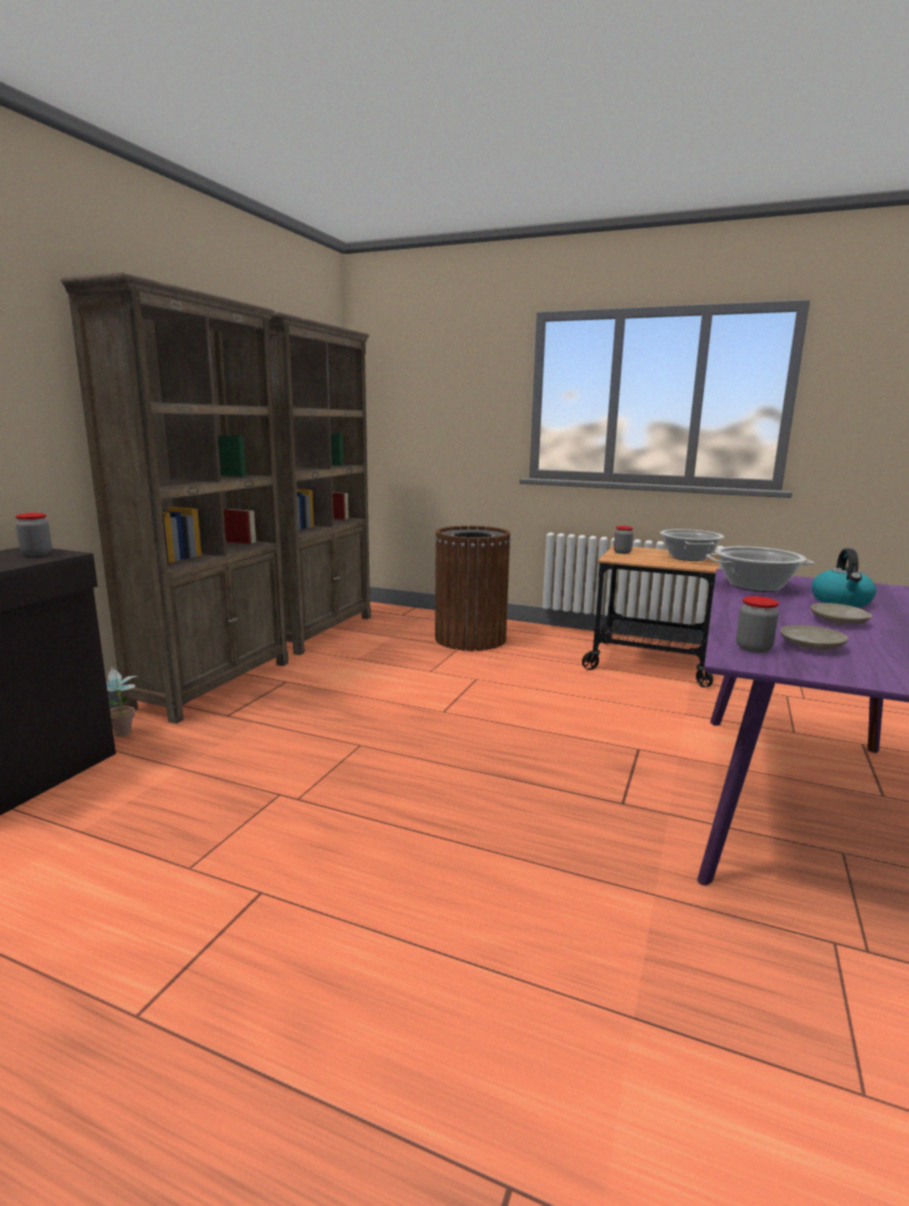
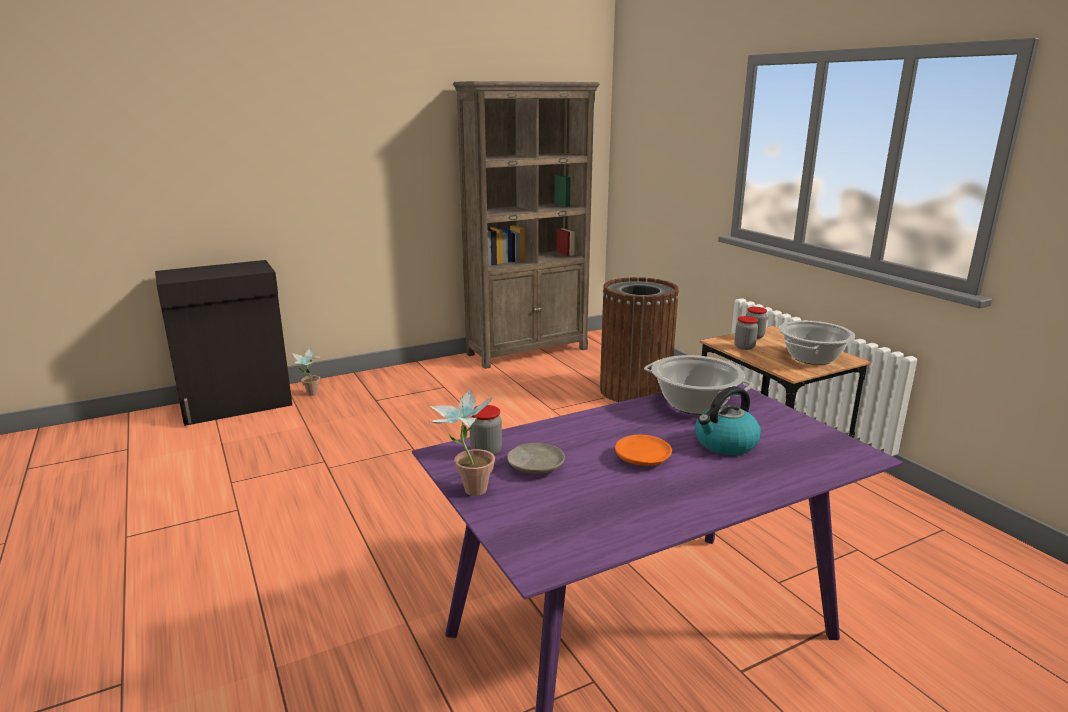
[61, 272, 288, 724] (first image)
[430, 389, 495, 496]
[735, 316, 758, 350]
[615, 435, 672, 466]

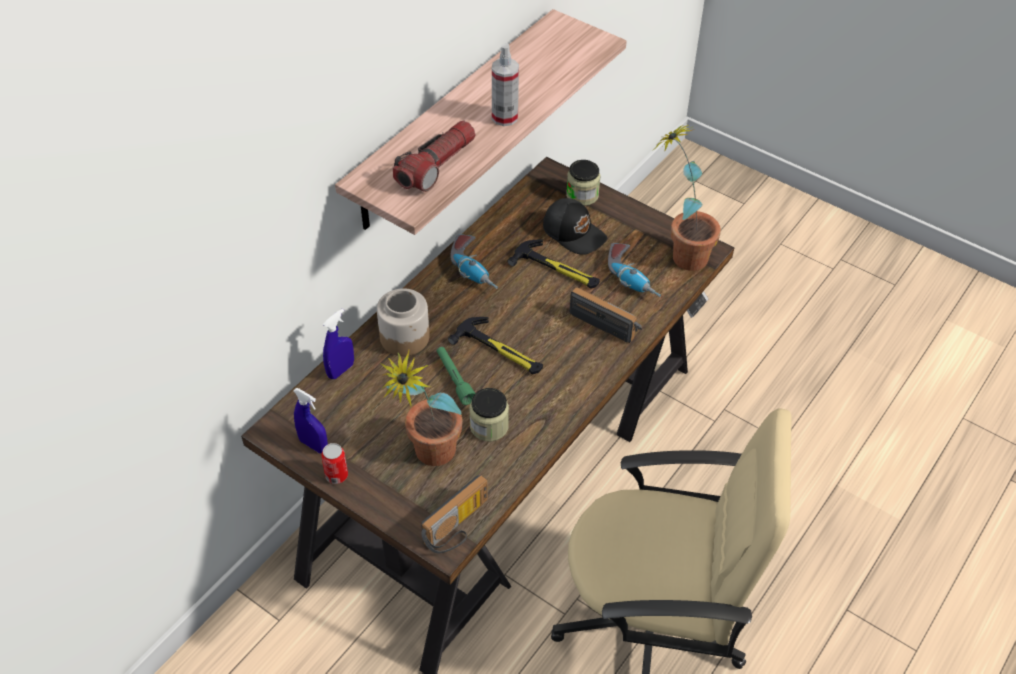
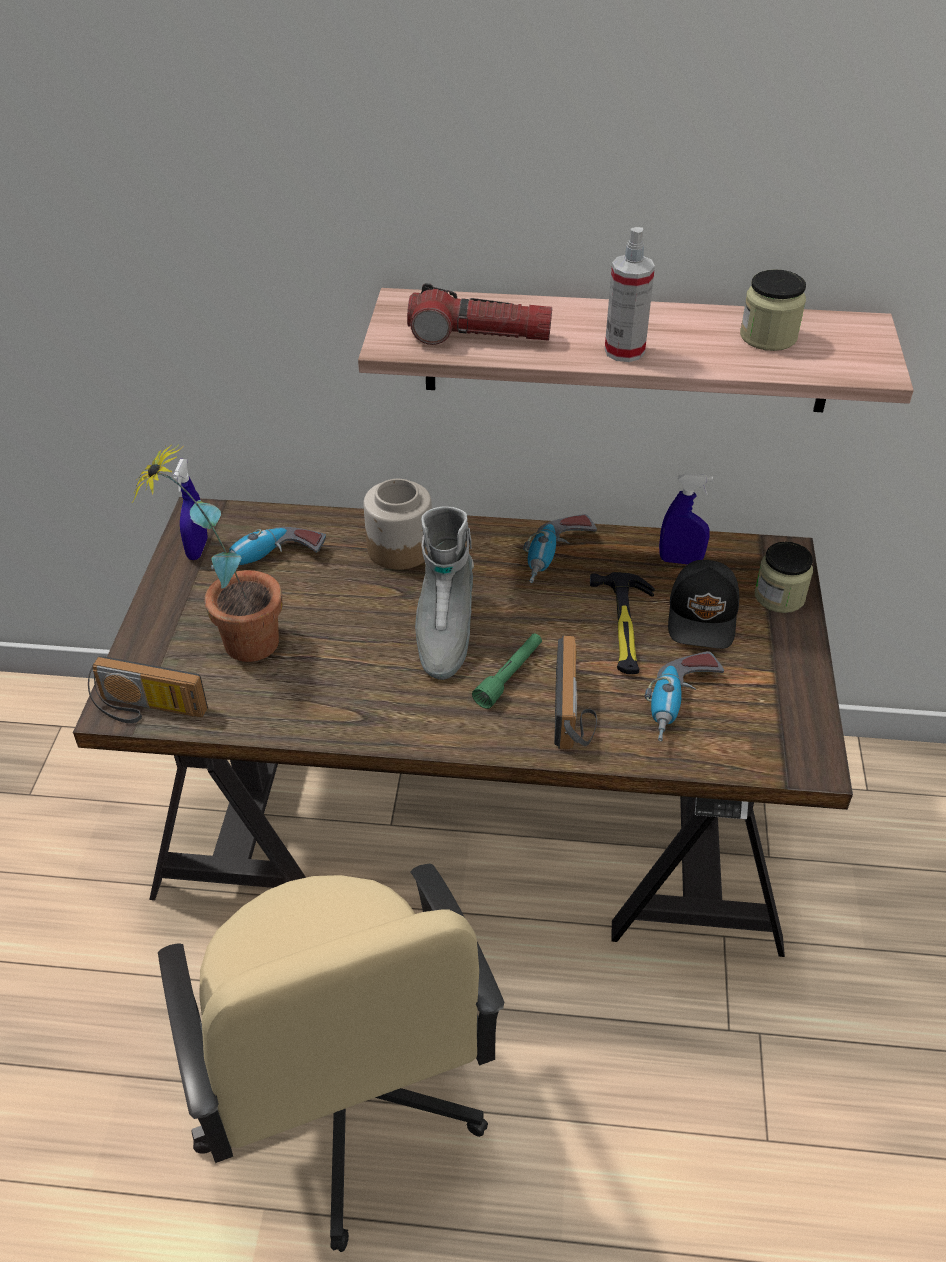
[321, 443, 348, 484] (first image)
[652, 123, 721, 271] (first image)
[211, 527, 326, 569]
[659, 473, 713, 564]
[472, 633, 542, 709]
[740, 269, 806, 351]
[415, 506, 474, 680]

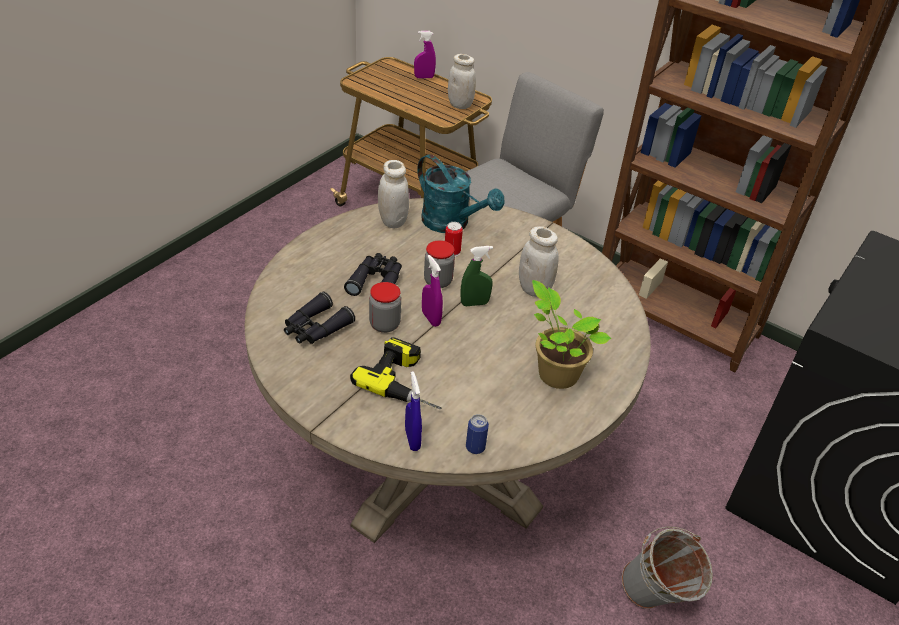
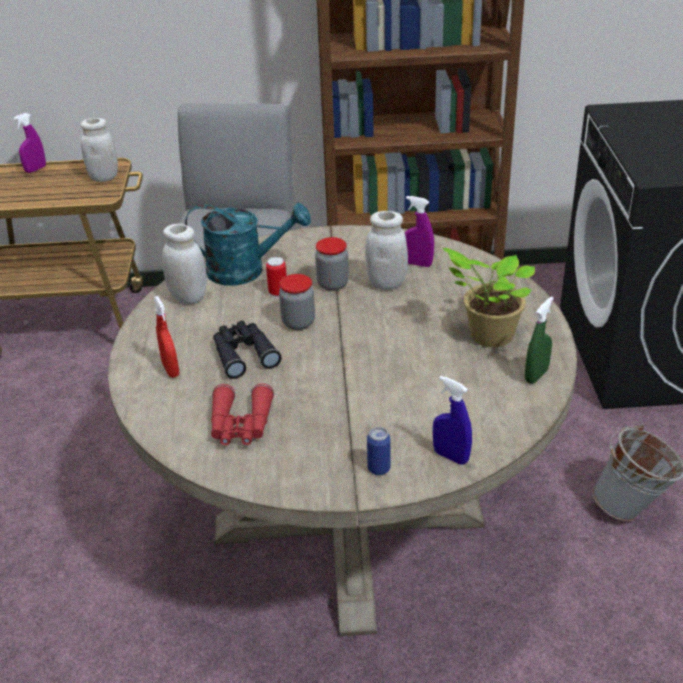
[350, 337, 442, 409] (first image)
[154, 296, 179, 378]
[315, 237, 349, 291]
[404, 196, 434, 267]
[525, 296, 554, 384]
[367, 427, 391, 475]
[211, 383, 274, 445]

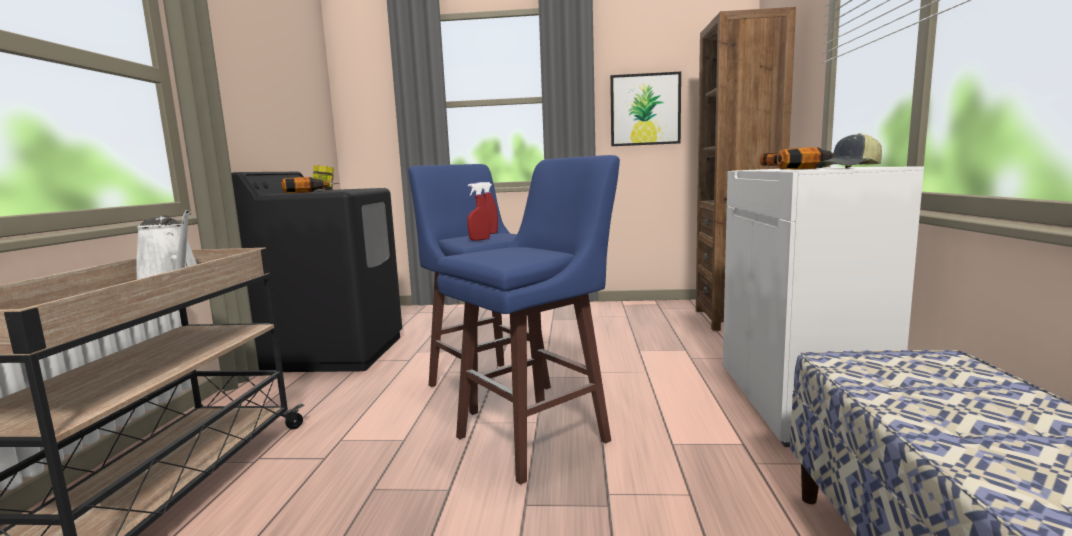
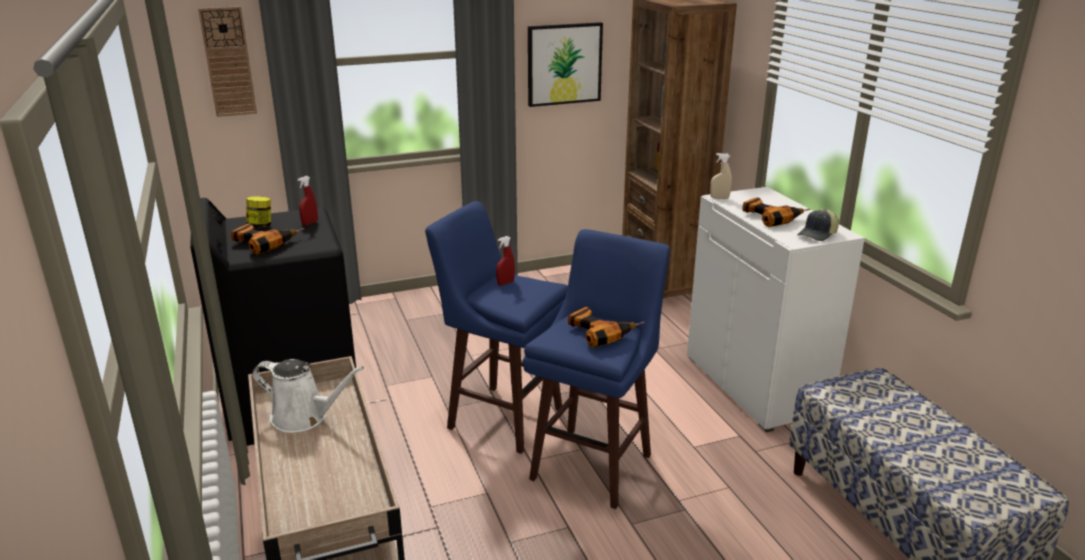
[198, 6, 257, 117]
[568, 307, 645, 348]
[710, 153, 732, 199]
[297, 176, 318, 226]

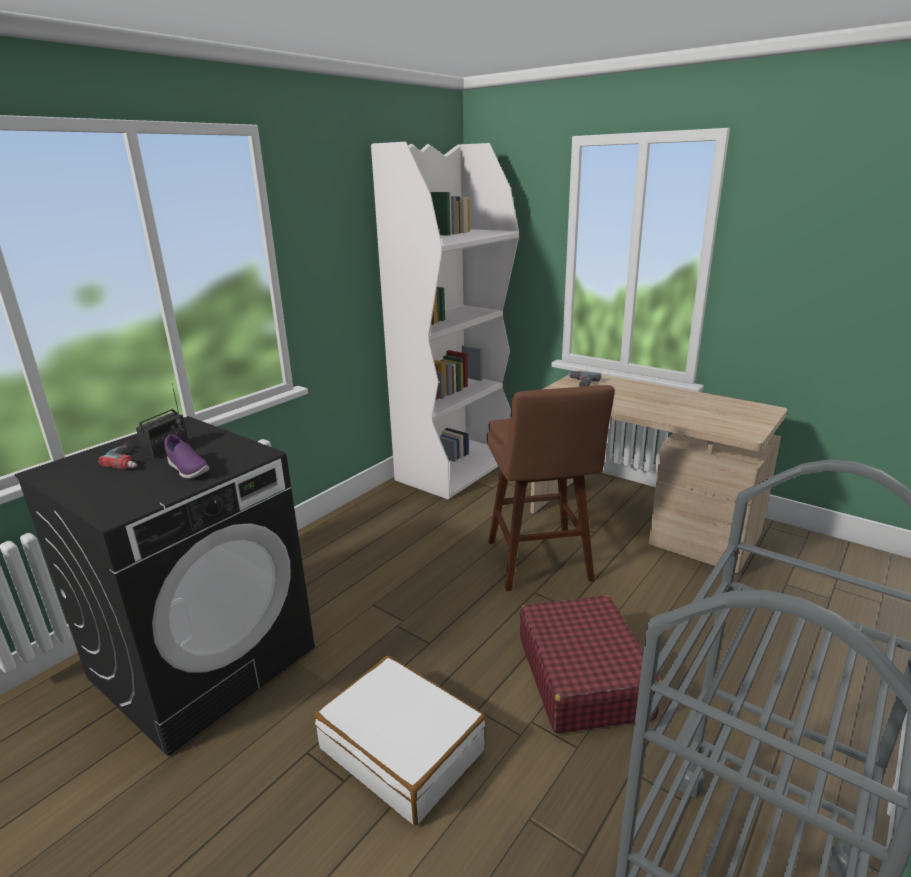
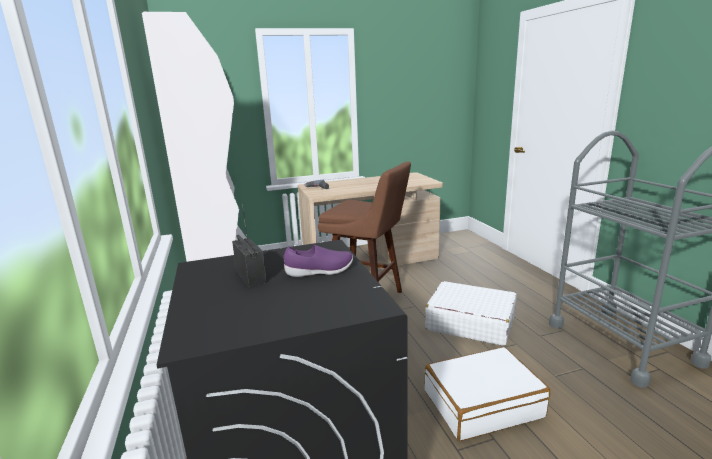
[99, 441, 137, 469] (first image)
[425, 281, 516, 346]

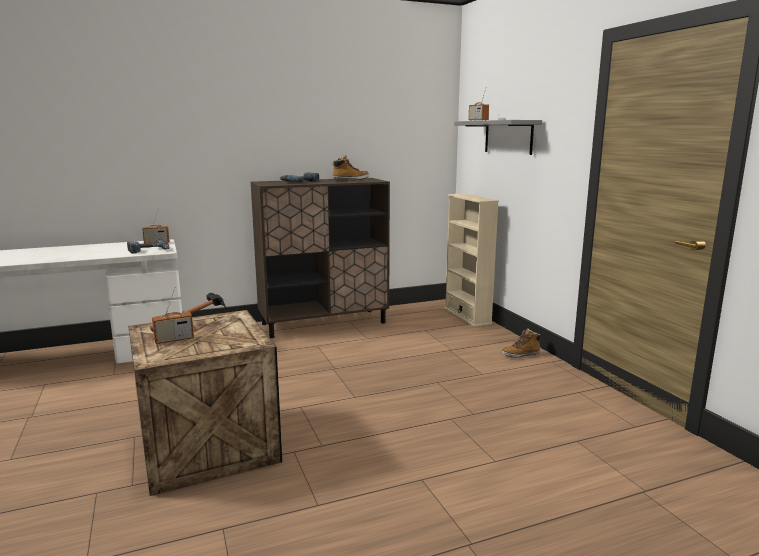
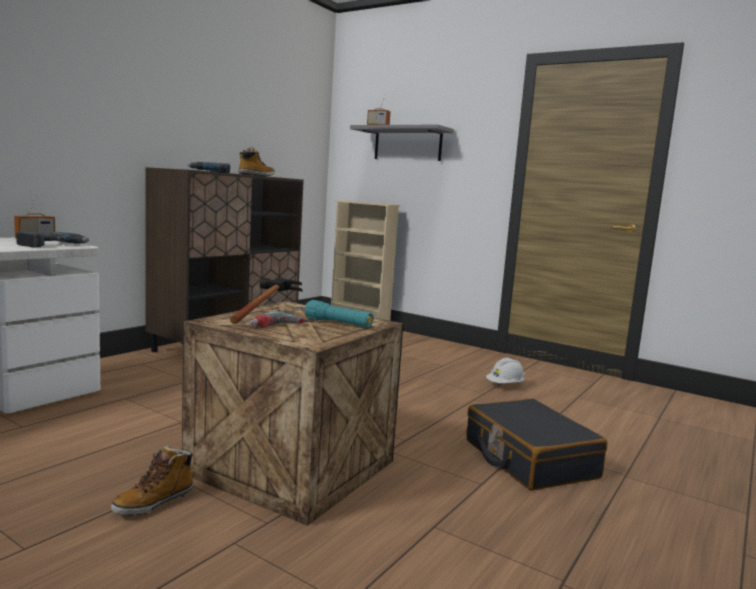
[305, 300, 373, 327]
[466, 399, 607, 491]
[486, 357, 525, 383]
[111, 445, 194, 515]
[249, 311, 321, 327]

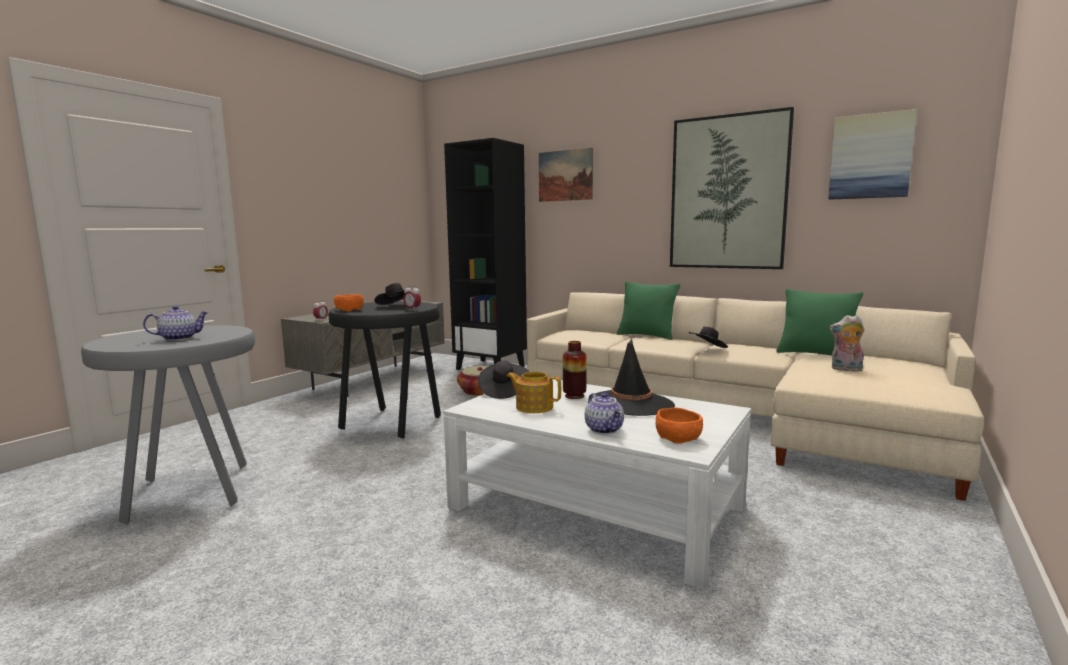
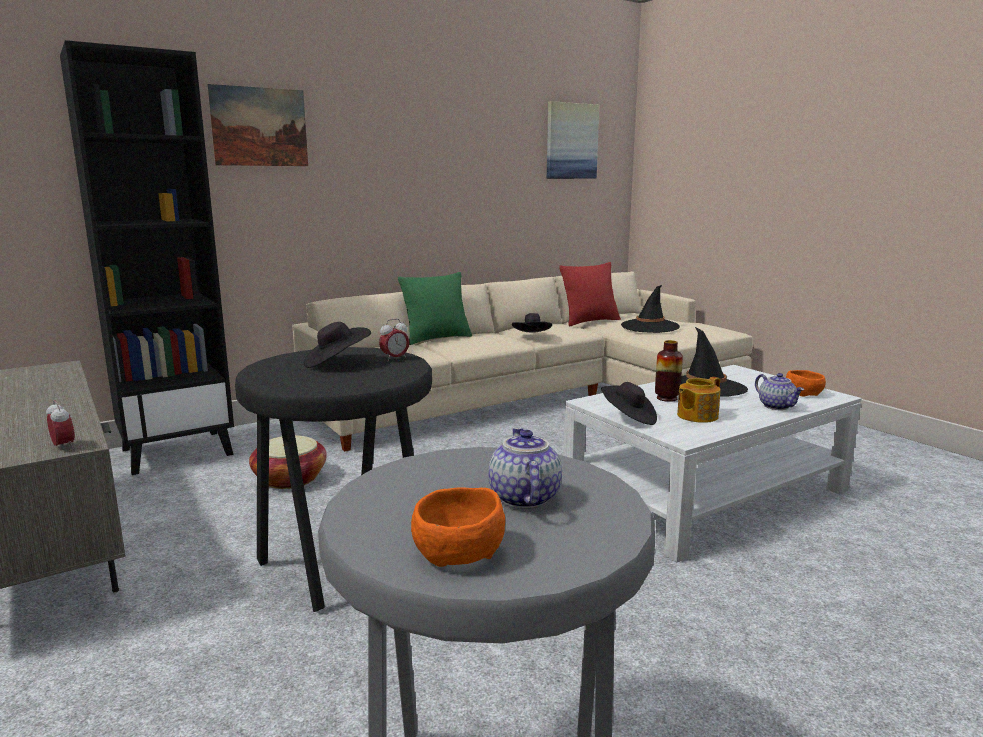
[670, 107, 794, 269] (first image)
[411, 487, 505, 567]
[621, 285, 680, 333]
[559, 262, 621, 326]
[755, 373, 804, 410]

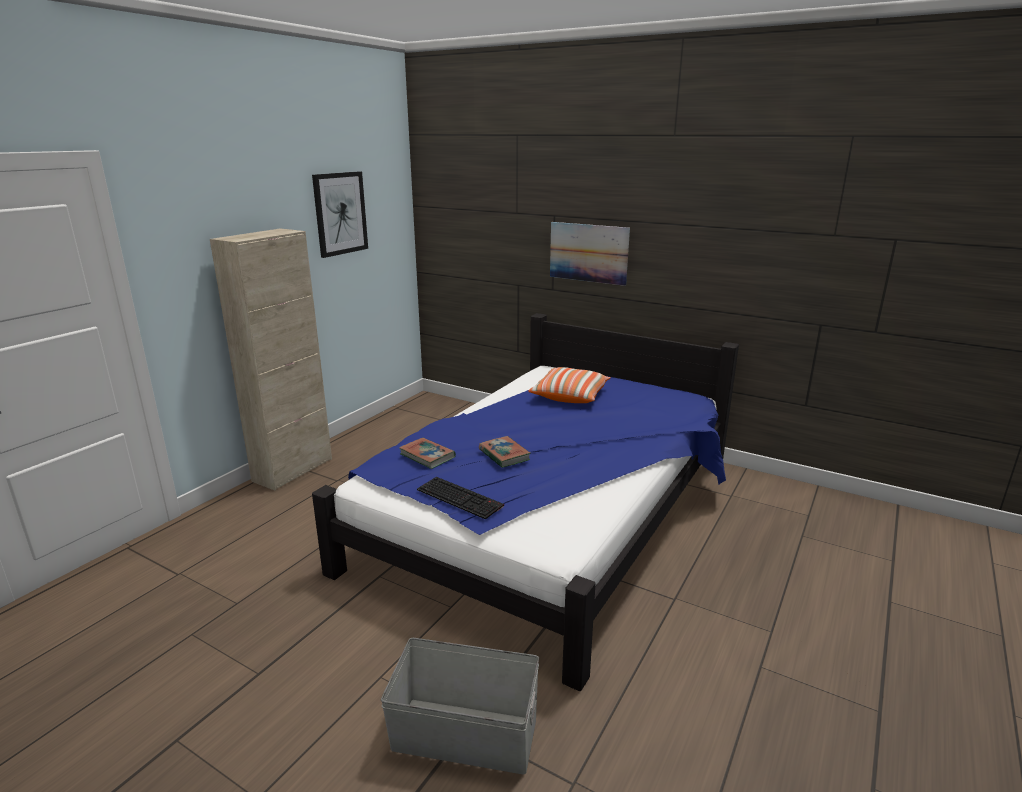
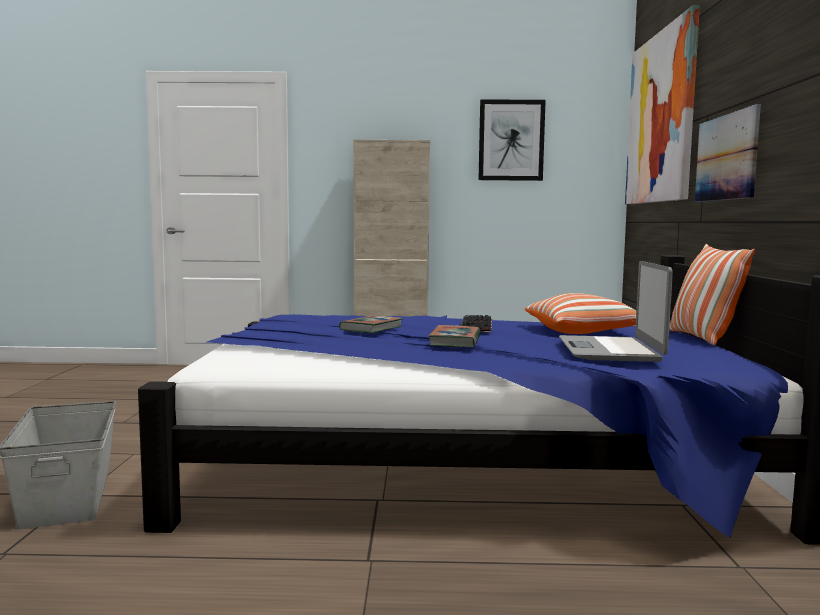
[559, 261, 673, 362]
[625, 6, 700, 204]
[669, 244, 755, 345]
[428, 325, 481, 347]
[461, 315, 492, 332]

